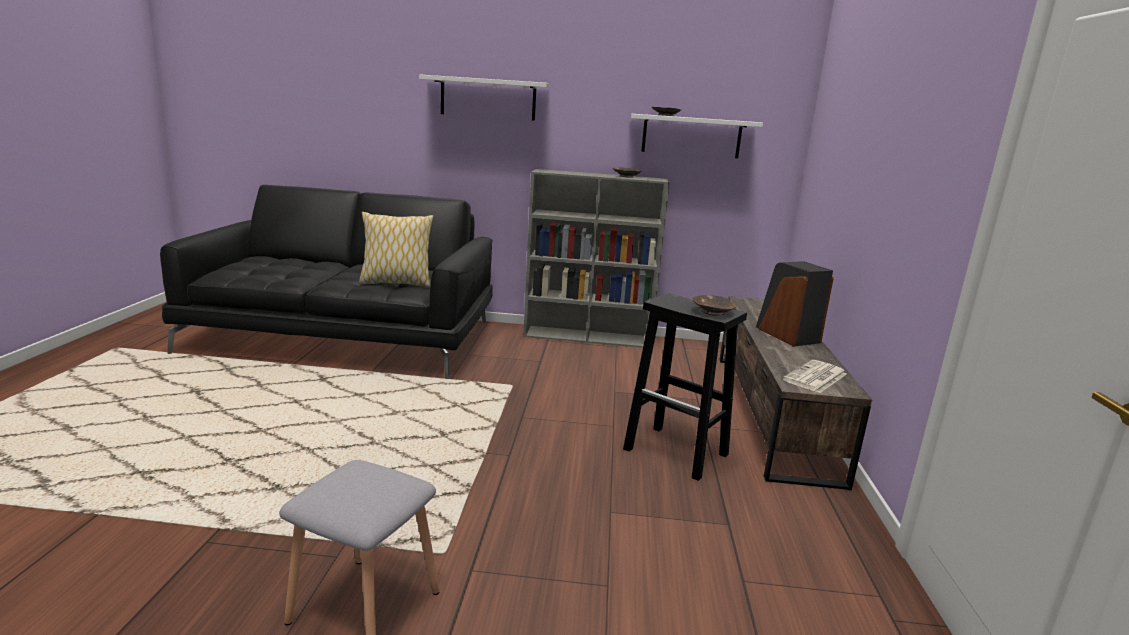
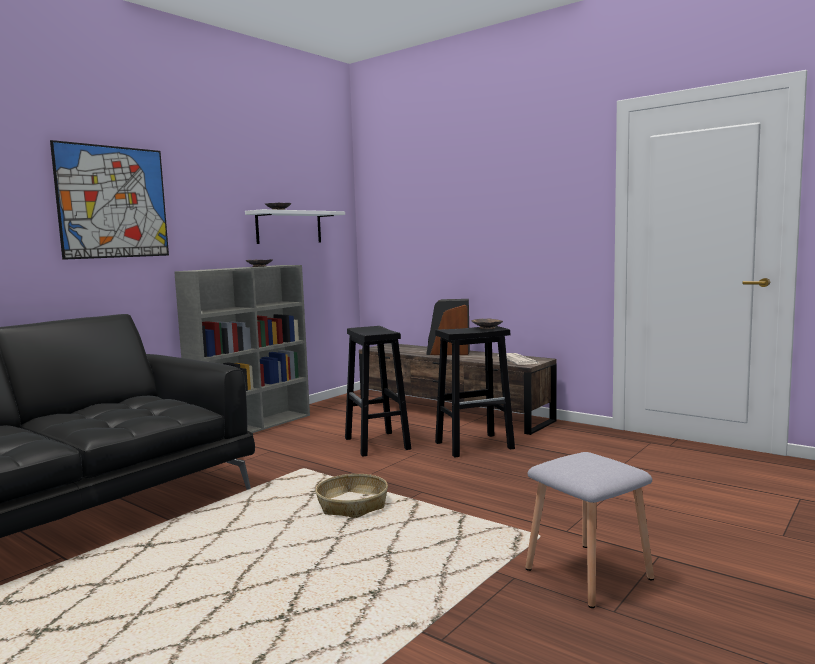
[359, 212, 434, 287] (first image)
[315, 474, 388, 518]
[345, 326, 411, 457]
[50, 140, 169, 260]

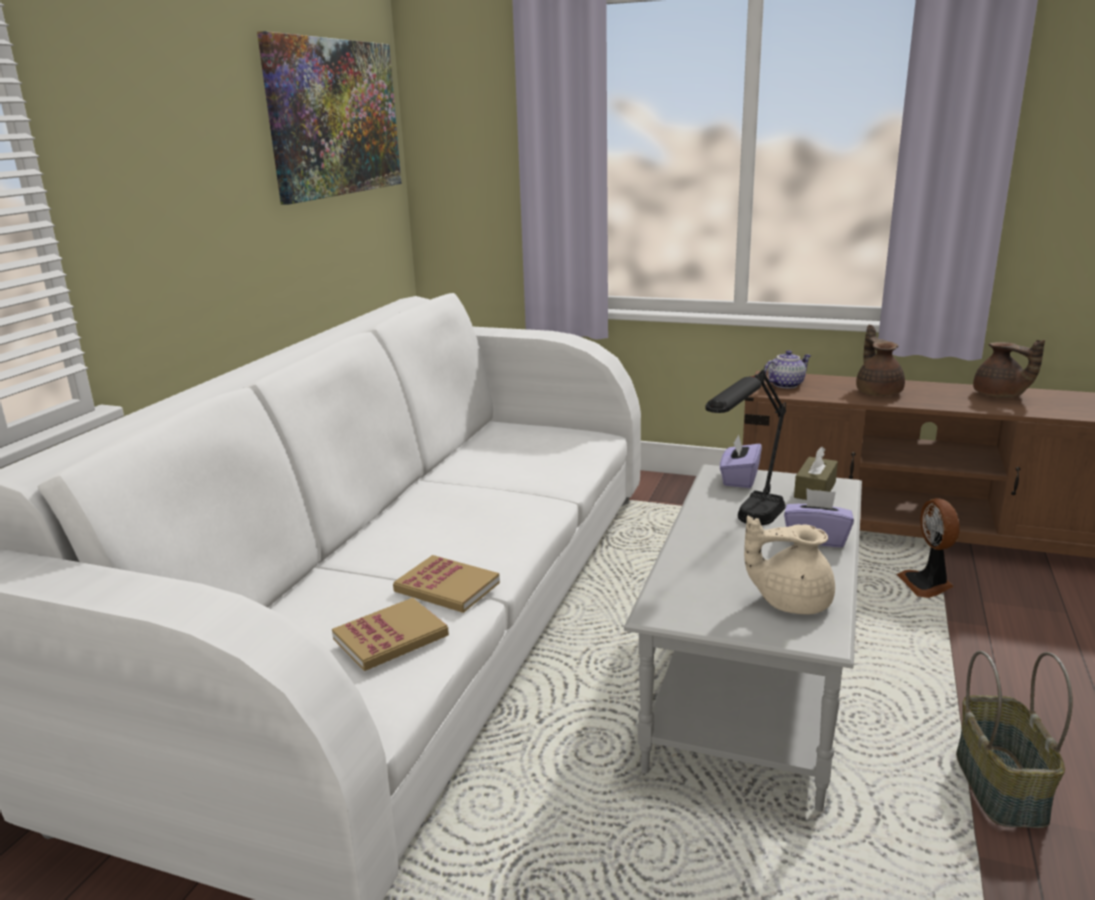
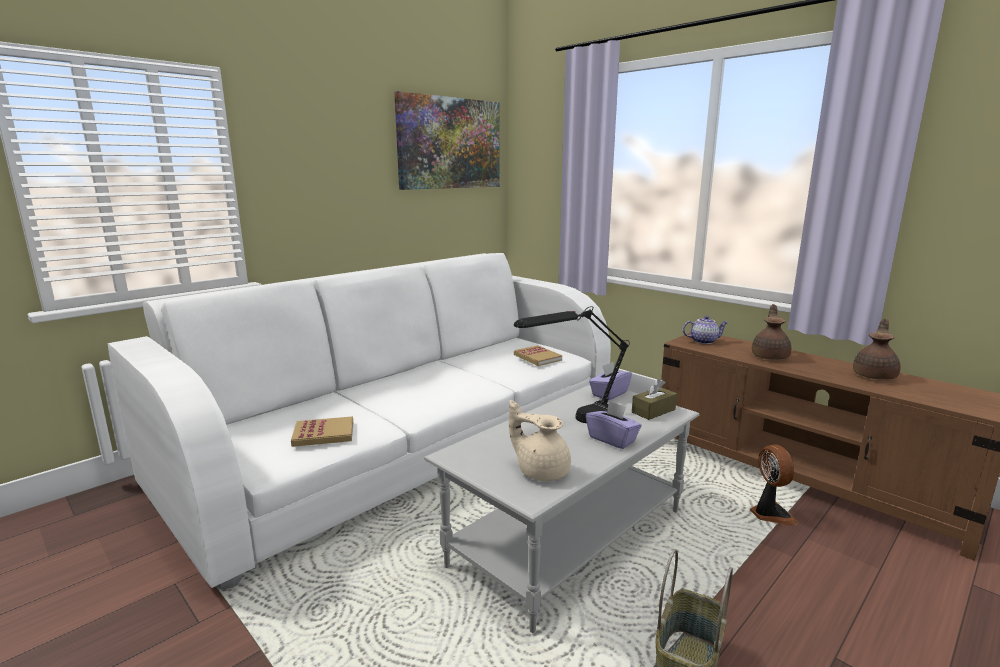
[514, 345, 562, 366]
[750, 445, 798, 526]
[853, 319, 900, 380]

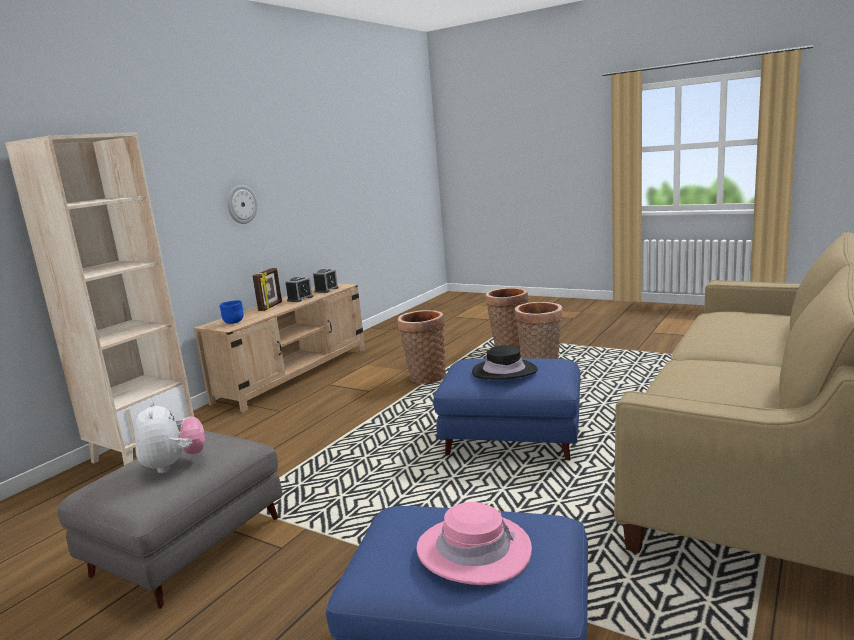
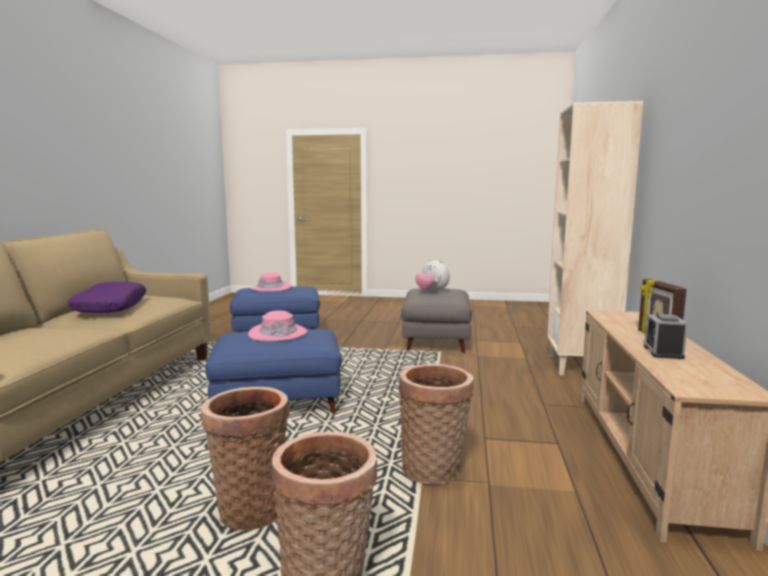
[220, 300, 244, 324] (first image)
[227, 185, 257, 224] (first image)
[313, 269, 339, 293] (first image)
[68, 282, 146, 313]
[248, 310, 307, 341]

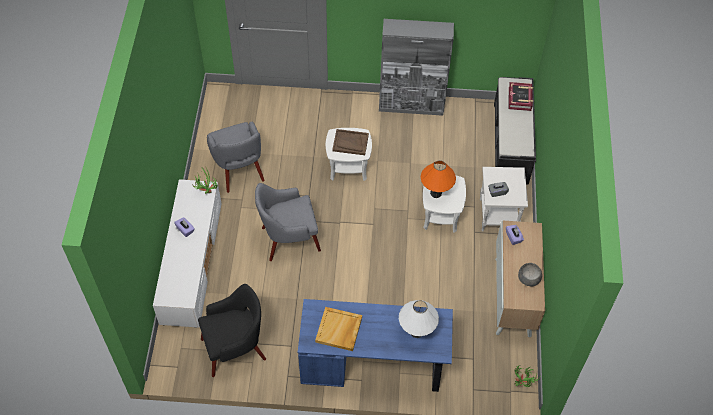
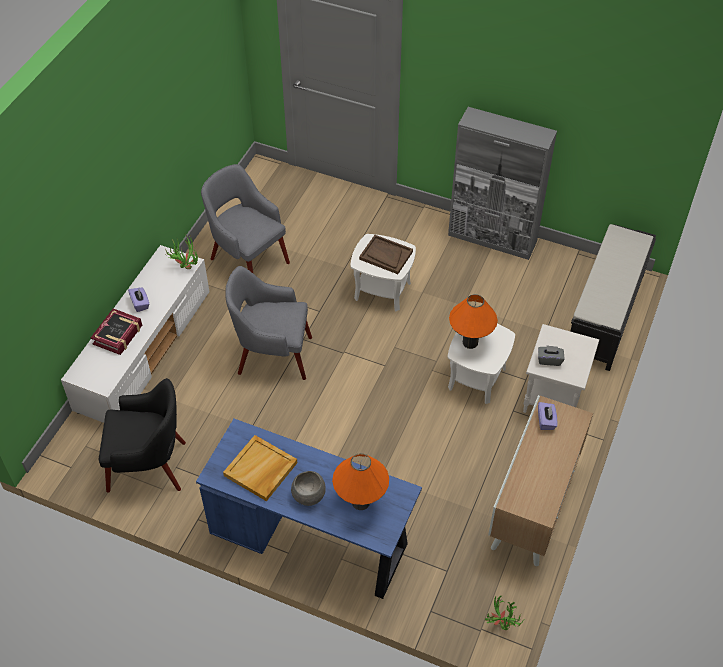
[91, 308, 142, 355]
[291, 471, 326, 506]
[332, 453, 389, 510]
[201, 164, 290, 273]

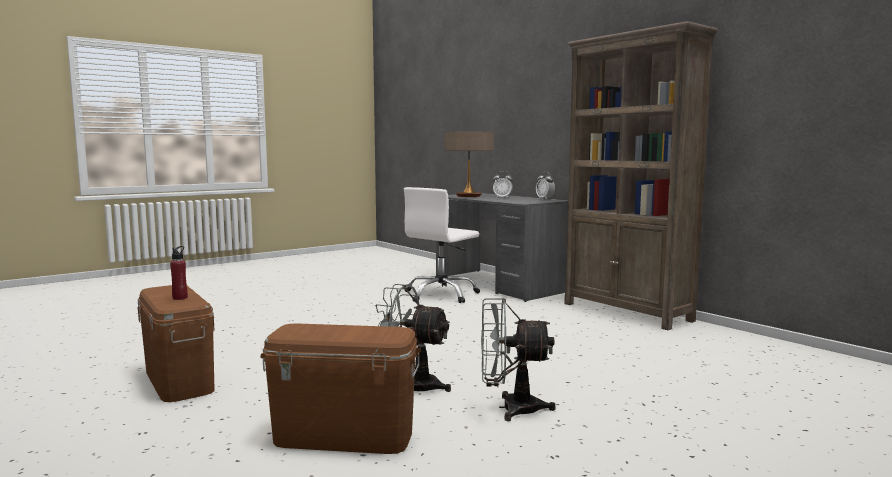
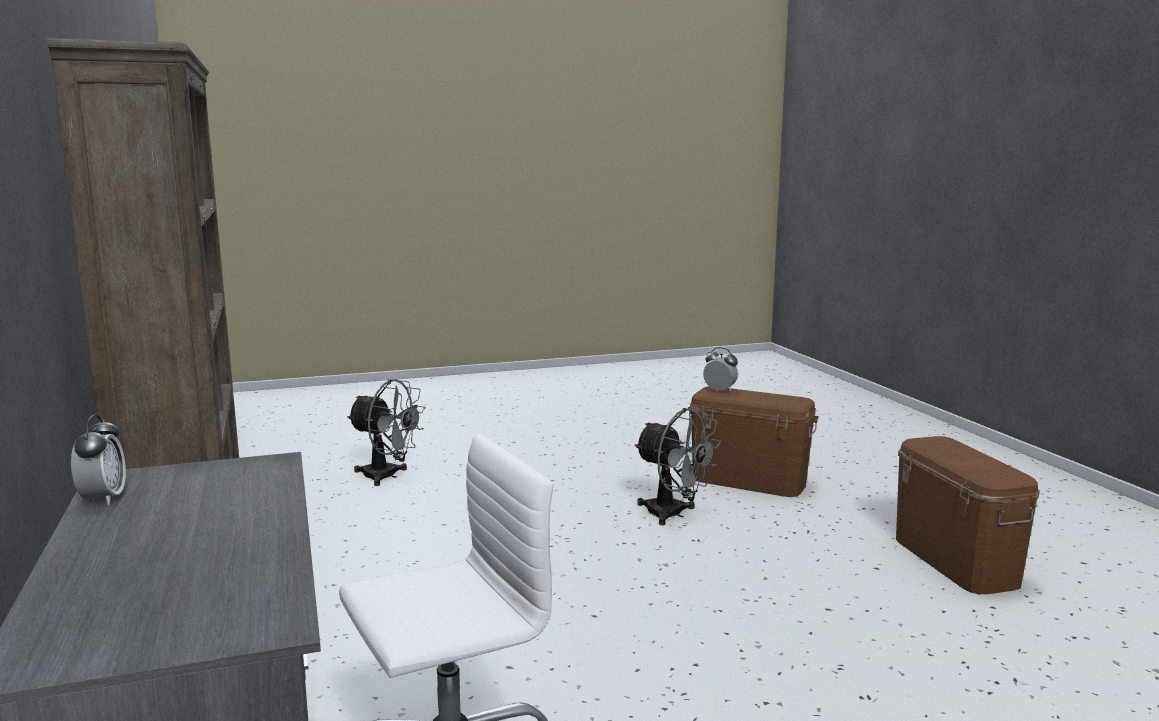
[170, 246, 188, 300] (first image)
[444, 131, 494, 197] (first image)
[347, 379, 426, 486]
[703, 347, 738, 392]

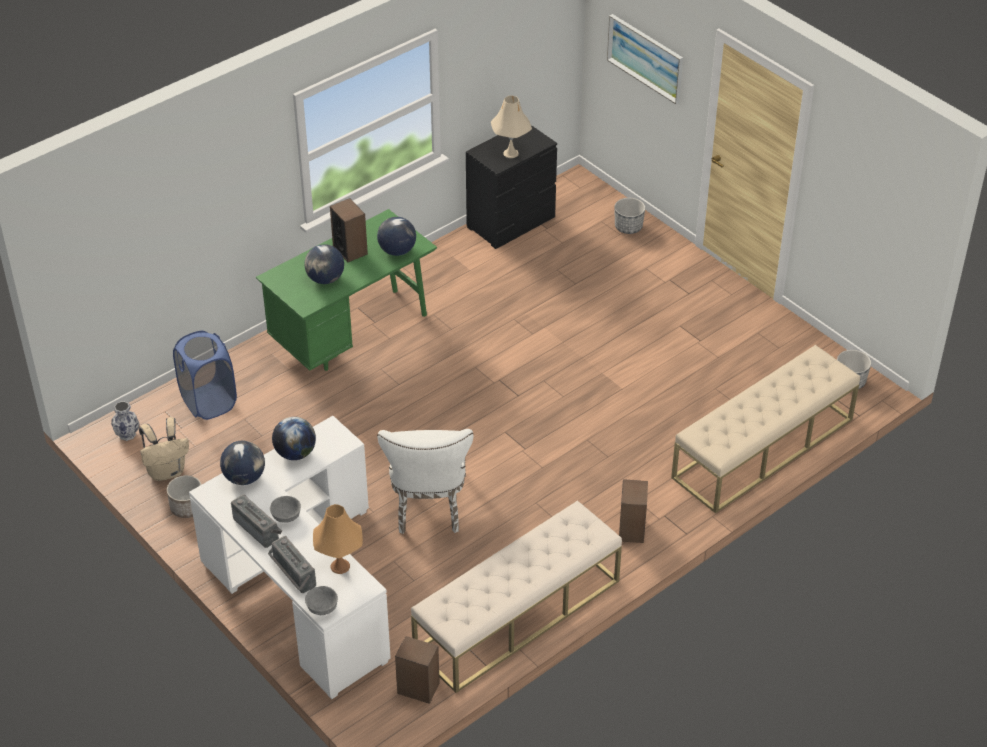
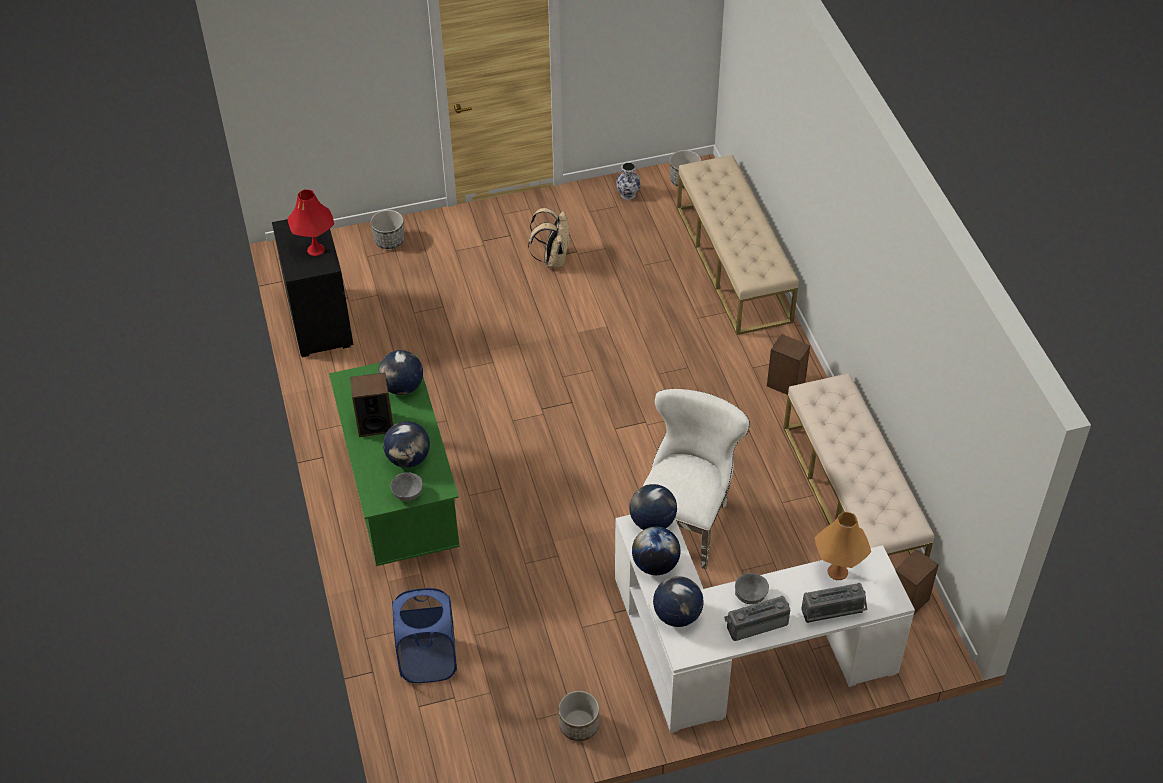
[607, 14, 683, 104] (first image)
[629, 484, 677, 530]
[616, 162, 640, 200]
[528, 208, 571, 268]
[390, 472, 423, 501]
[288, 189, 334, 256]
[642, 389, 750, 569]

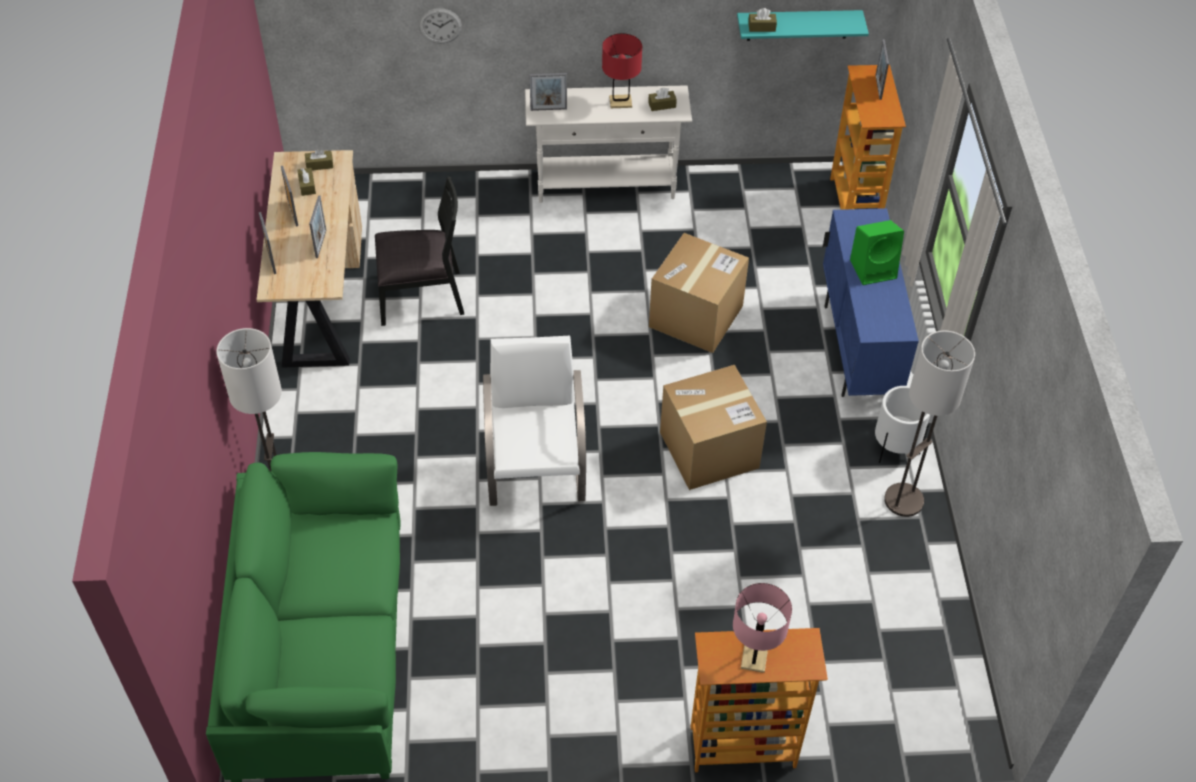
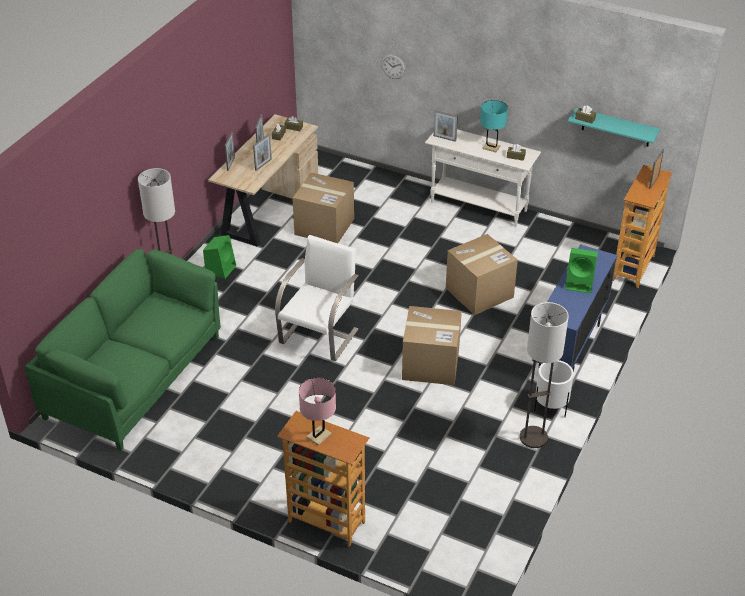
[203, 235, 236, 279]
[292, 172, 354, 243]
[480, 100, 508, 152]

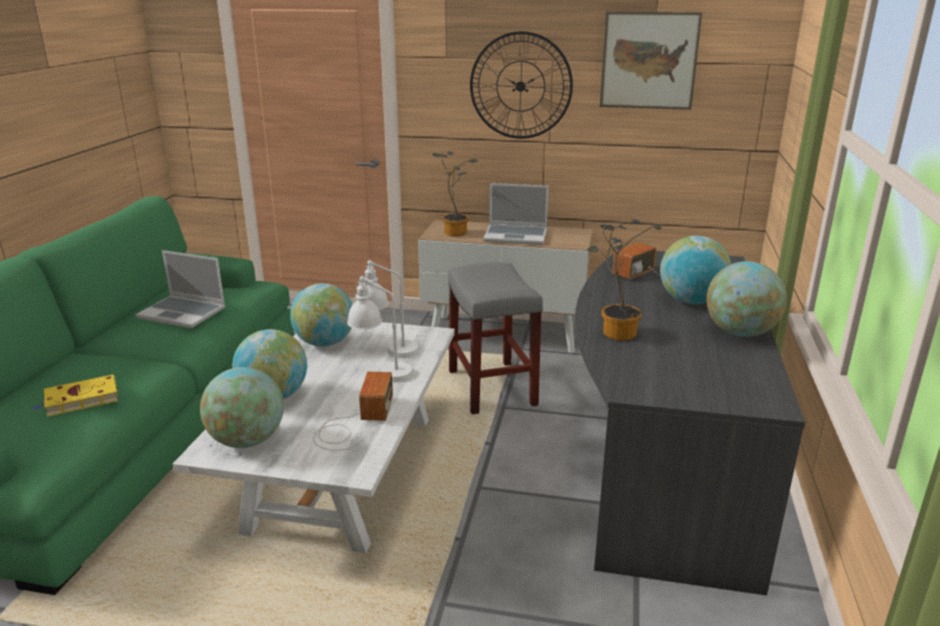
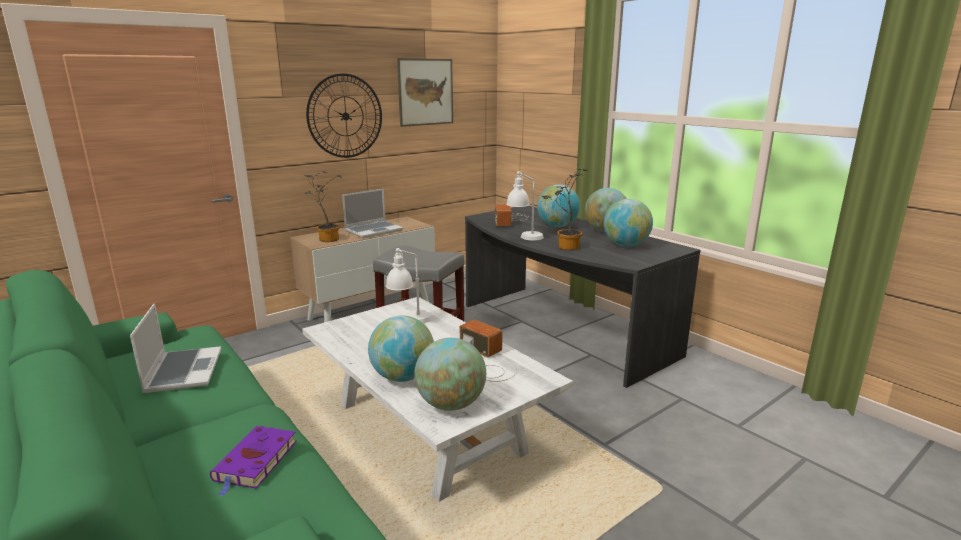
[604, 199, 653, 247]
[506, 171, 544, 240]
[210, 426, 297, 496]
[130, 303, 222, 393]

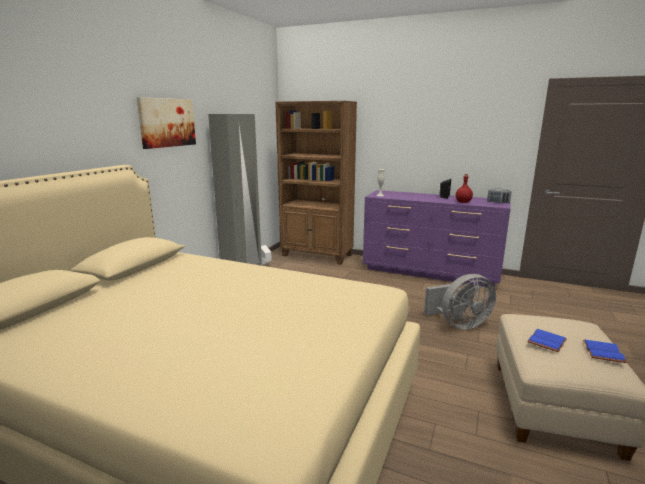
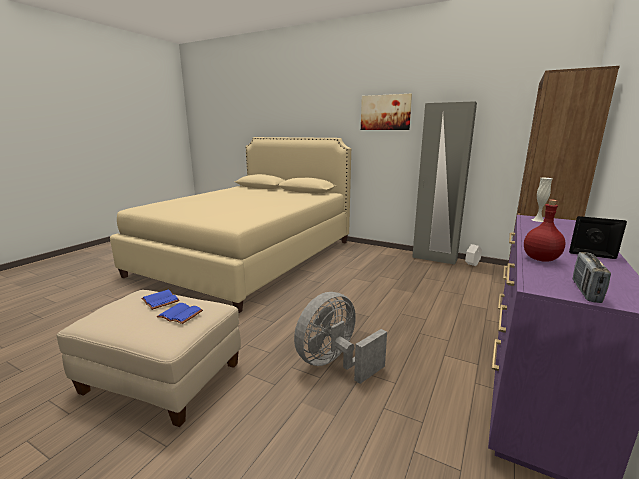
[157, 303, 203, 324]
[294, 292, 387, 384]

